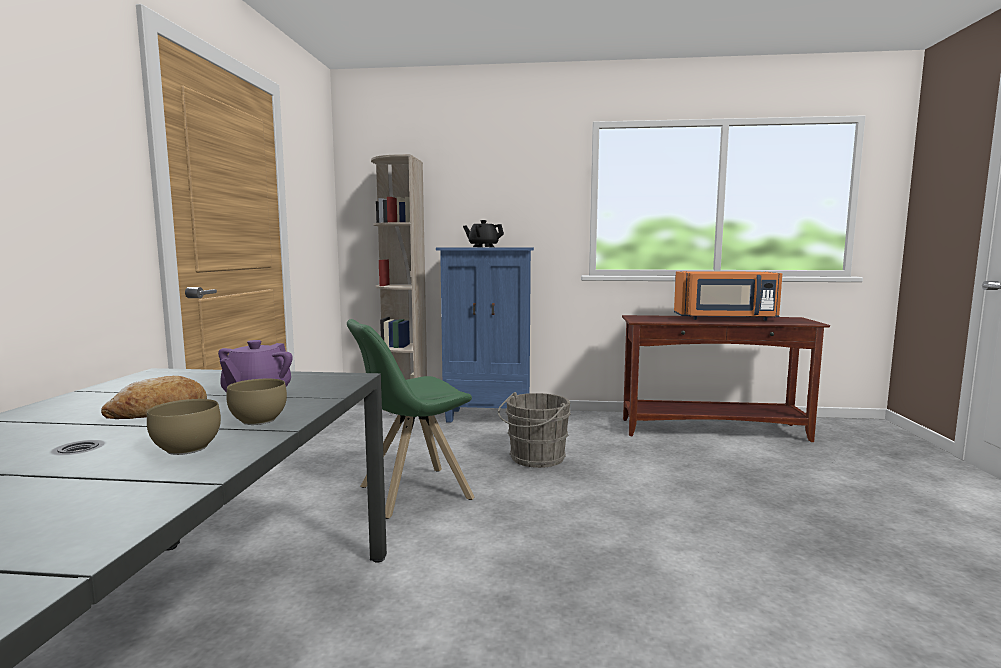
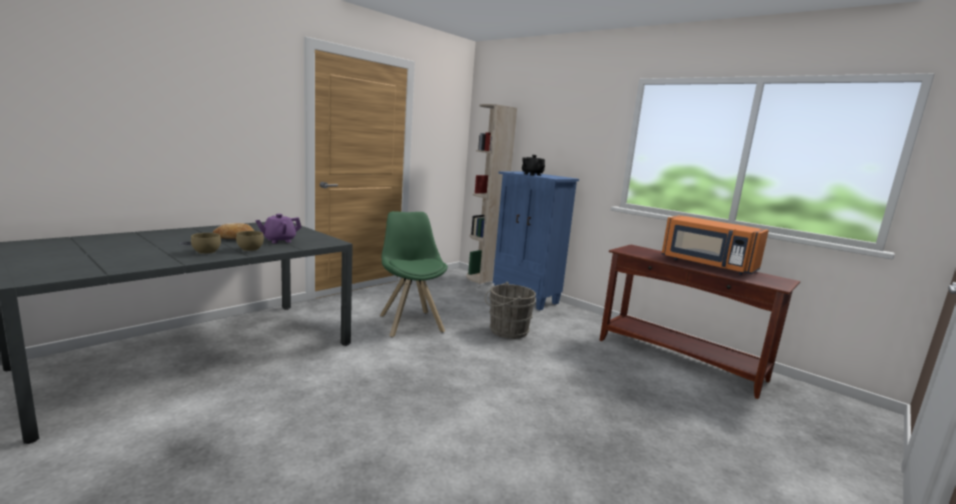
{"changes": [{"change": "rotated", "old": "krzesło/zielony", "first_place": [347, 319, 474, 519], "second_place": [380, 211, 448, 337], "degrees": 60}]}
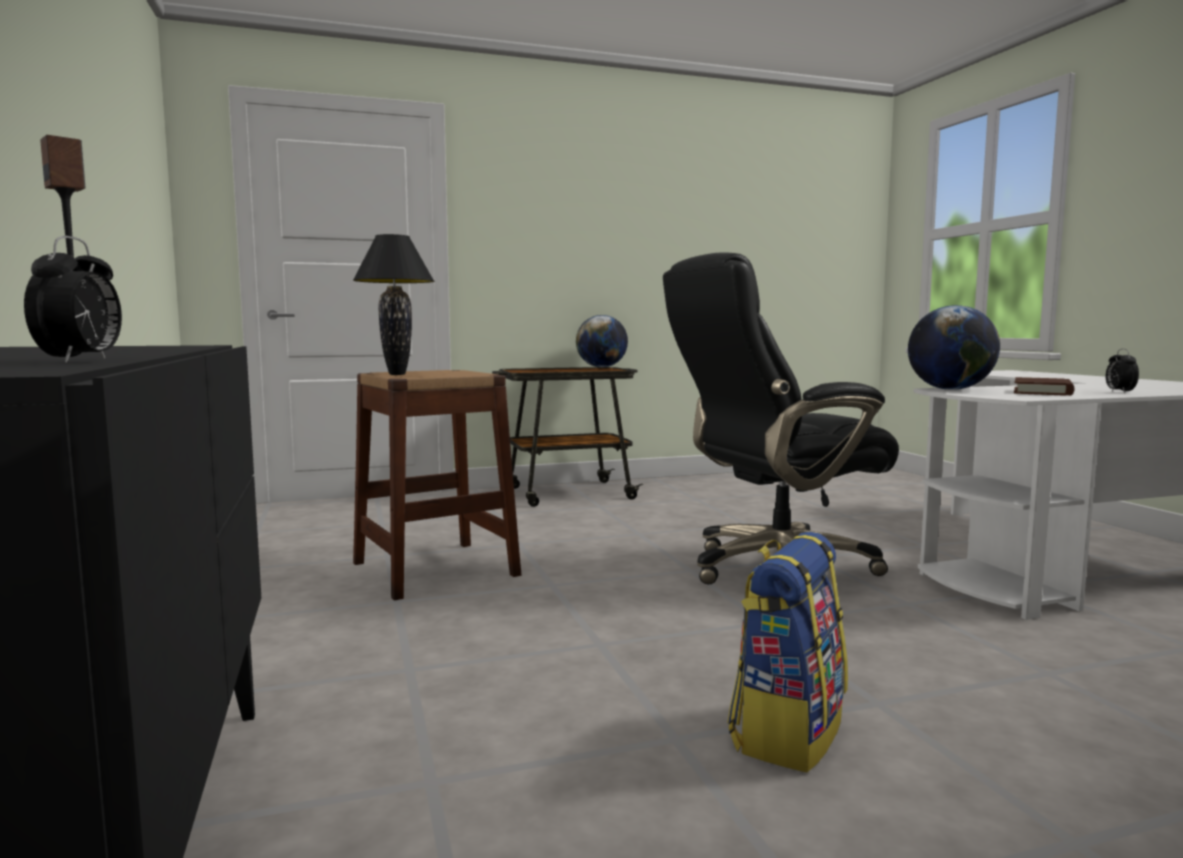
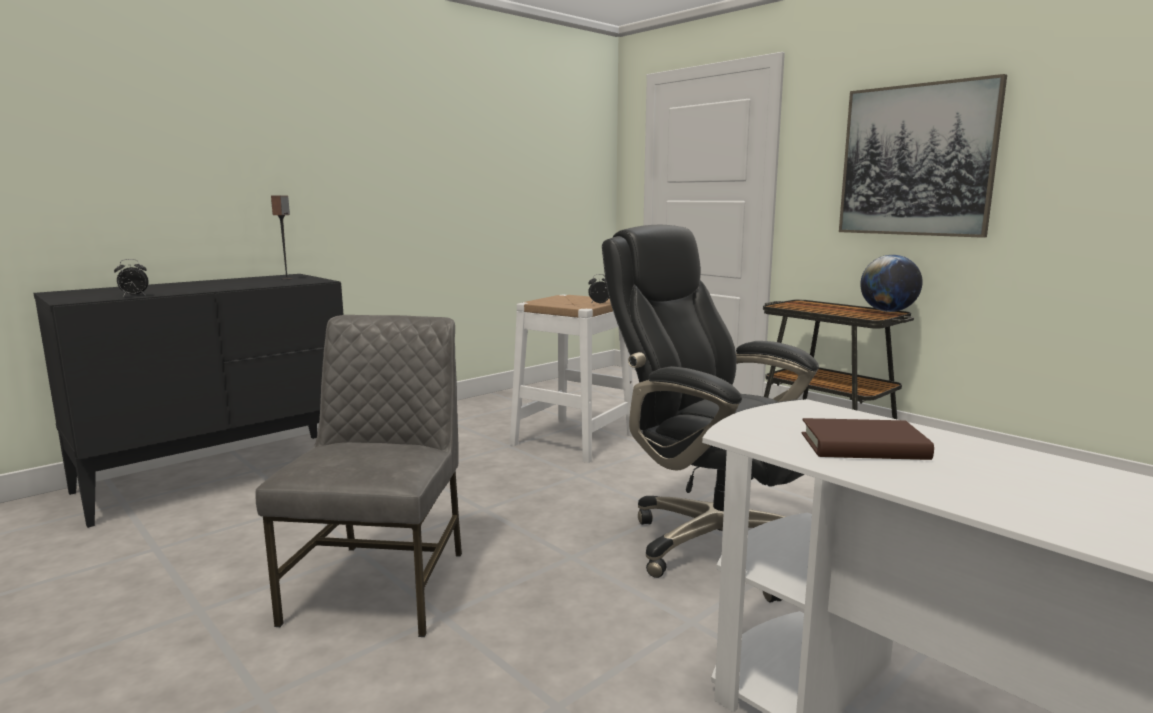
{"changes": [{"change": "gone", "old": "lampa stołowa/czarny", "first_place": [353, 234, 434, 375]}, {"change": "repainted", "old": "stołek/brązowy", "new": "stołek/biały", "first_place": [353, 370, 521, 600], "second_place": [509, 294, 633, 463]}, {"change": "swapped", "old": "plecak", "new": "krzesło/szary", "first_place": [727, 532, 848, 773], "second_place": [255, 315, 462, 637]}, {"change": "gone", "old": "globus", "first_place": [908, 305, 1000, 390]}, {"change": "shifted", "old": "budzik", "first_place": [1106, 349, 1139, 393], "second_place": [588, 274, 609, 303]}, {"change": "new", "new": "obraz", "second_place": [839, 74, 1007, 238]}]}
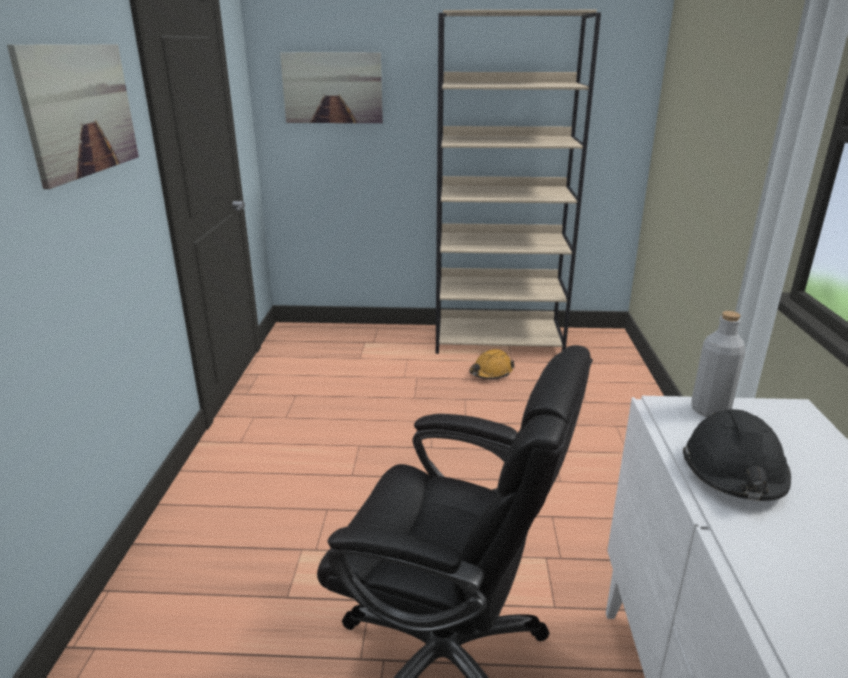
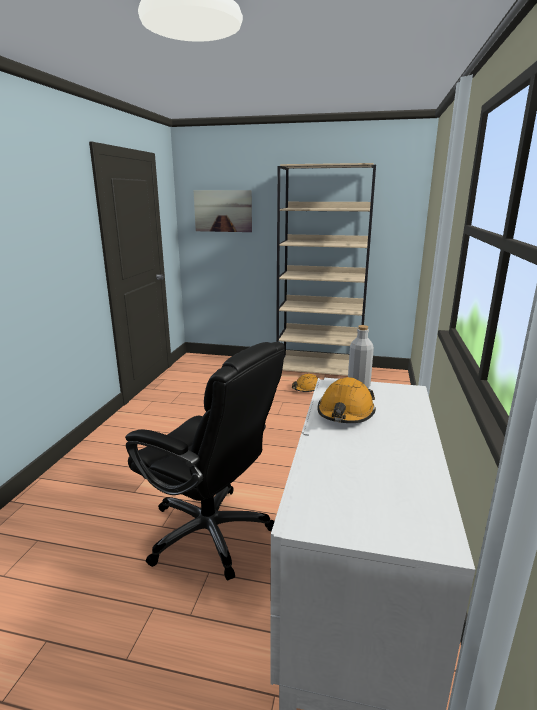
{"changes": [{"change": "gone", "old": "obraz", "first_place": [7, 44, 139, 189]}, {"change": "repainted", "old": "kask/czarny", "new": "kask/pomarańczowy", "first_place": [683, 409, 791, 501], "second_place": [317, 377, 376, 423]}]}
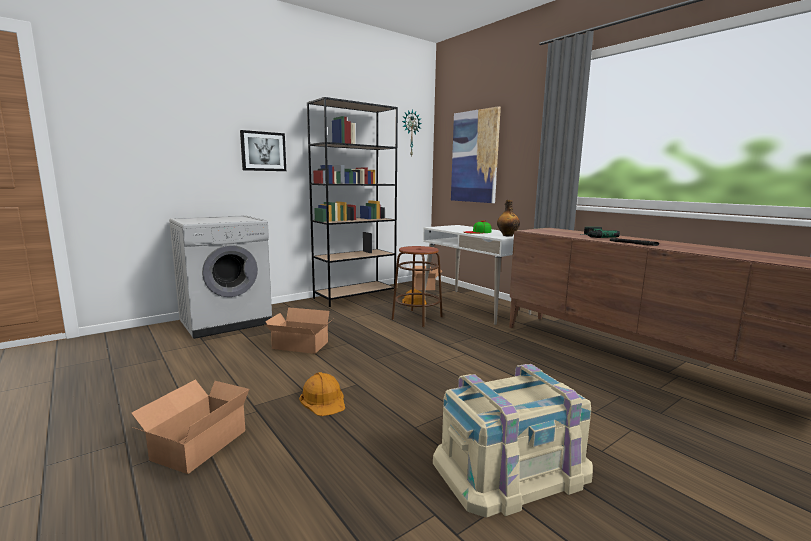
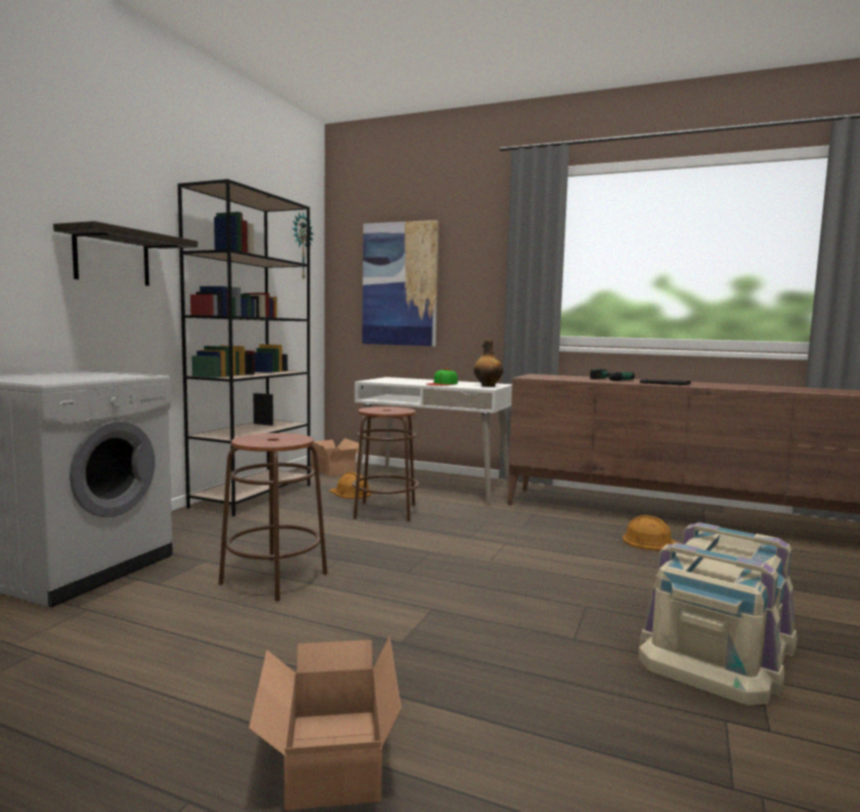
{"changes": [{"change": "swapped", "old": "obraz", "new": "półka", "first_place": [240, 130, 286, 171], "second_place": [53, 221, 198, 286]}, {"change": "swapped", "old": "karton", "new": "stołek/brązowy", "first_place": [265, 307, 333, 354], "second_place": [219, 433, 327, 601]}, {"change": "shifted", "old": "kask/pomarańczowy", "first_place": [299, 372, 345, 416], "second_place": [622, 515, 679, 551]}]}
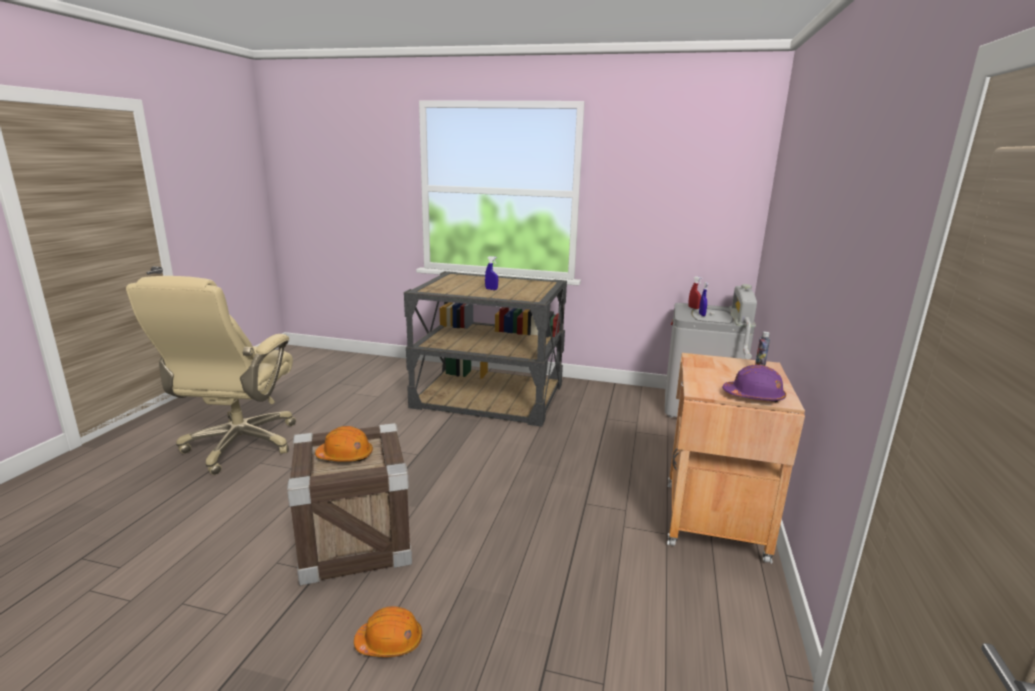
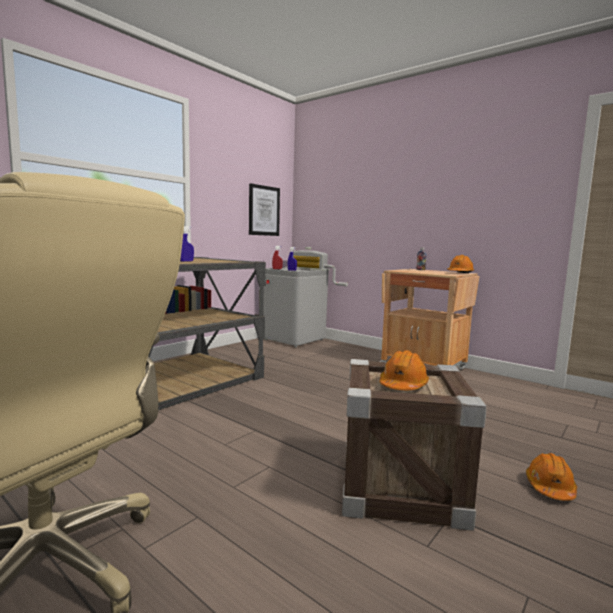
{"changes": [{"change": "repainted", "old": "kask/fioletowy", "new": "kask/pomarańczowy", "first_place": [722, 365, 786, 402], "second_place": [447, 255, 475, 273]}, {"change": "new", "new": "obraz", "second_place": [249, 183, 280, 236]}]}
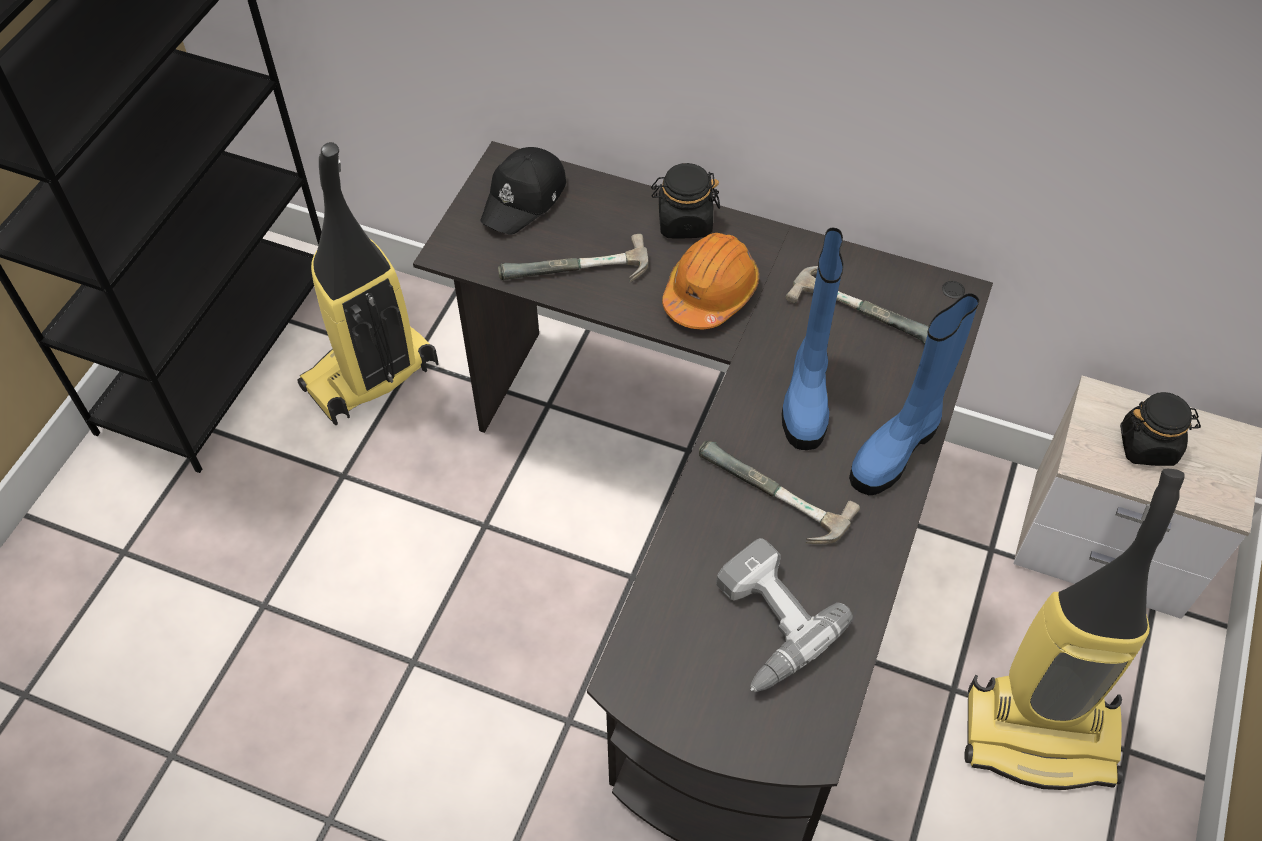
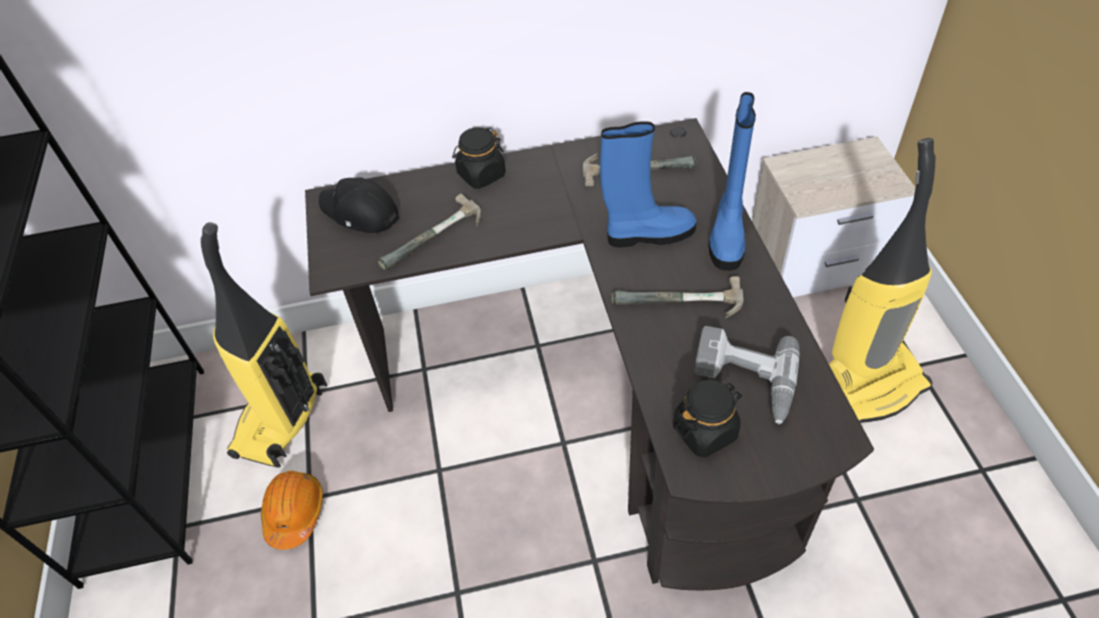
{"changes": [{"change": "rotated", "old": "czapka z daszkiem/czarny", "first_place": [480, 147, 566, 235], "second_place": [319, 178, 399, 233], "degrees": 120}, {"change": "shifted", "old": "kask/pomarańczowy", "first_place": [662, 233, 759, 329], "second_place": [261, 471, 323, 550]}, {"change": "rotated", "old": "but z cholewką/niebieski", "first_place": [782, 228, 844, 450], "second_place": [600, 122, 697, 247], "degrees": -75}, {"change": "shifted", "old": "słoik/czarny", "first_place": [1120, 392, 1201, 466], "second_place": [673, 380, 742, 458]}]}
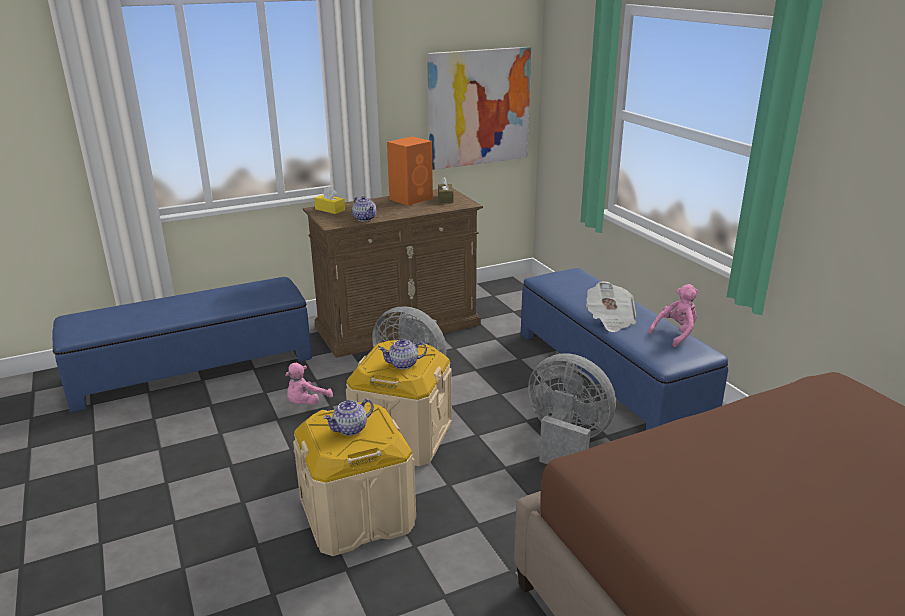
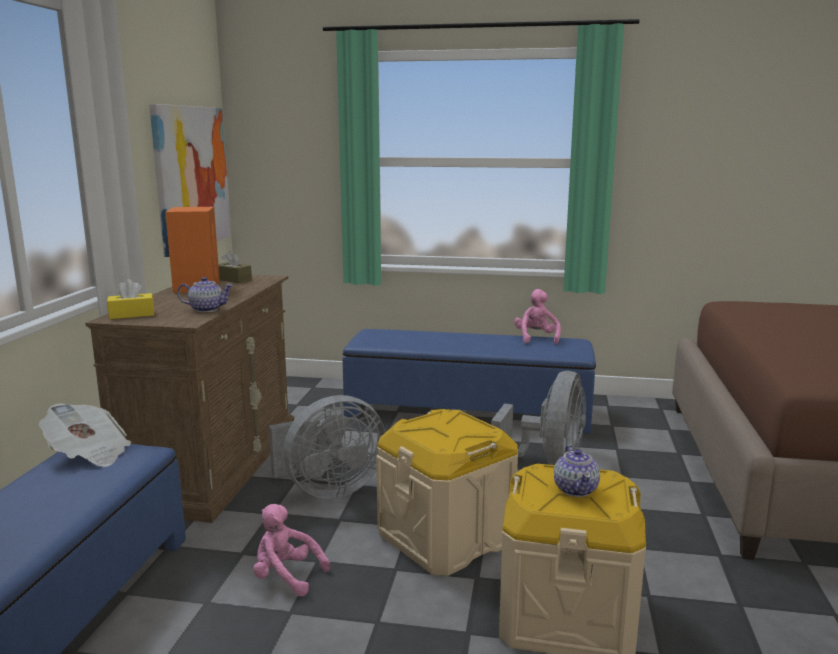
{"changes": [{"change": "rotated", "old": "pluszak/różowy", "first_place": [285, 362, 333, 405], "second_place": [253, 504, 330, 596], "degrees": 135}, {"change": "gone", "old": "imbryk", "first_place": [379, 339, 427, 369]}, {"change": "rotated", "old": "wentylator/szary", "first_place": [528, 353, 616, 464], "second_place": [491, 371, 586, 465], "degrees": 135}, {"change": "shifted", "old": "gazeta", "first_place": [586, 281, 636, 332], "second_place": [39, 403, 132, 467]}]}
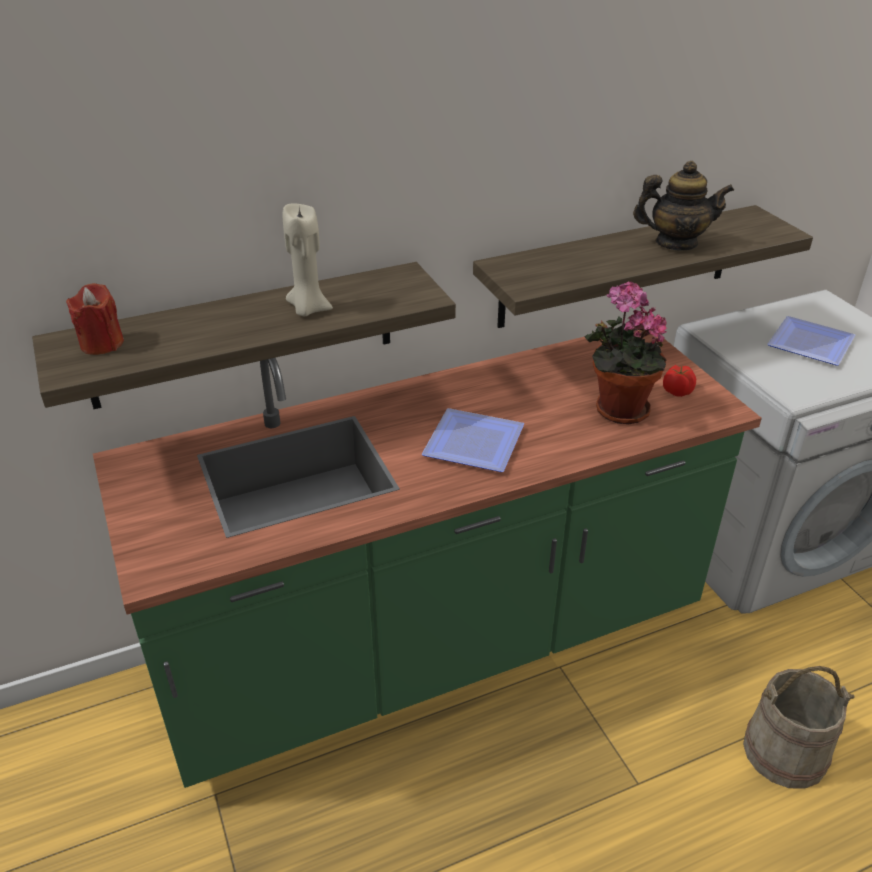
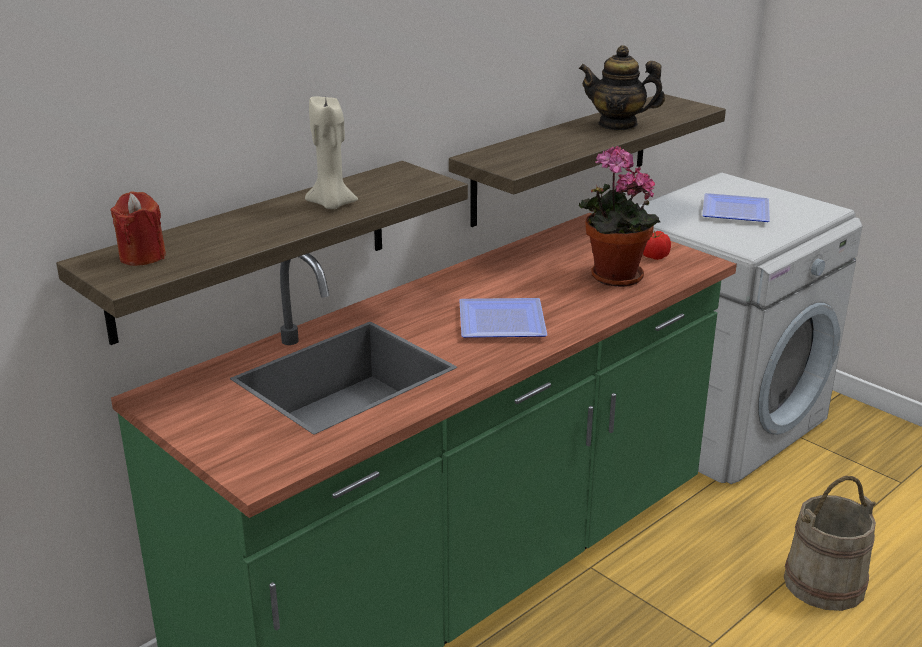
{"changes": [{"change": "rotated", "old": "imbryk", "first_place": [633, 161, 734, 250], "second_place": [579, 45, 665, 131], "degrees": -150}]}
